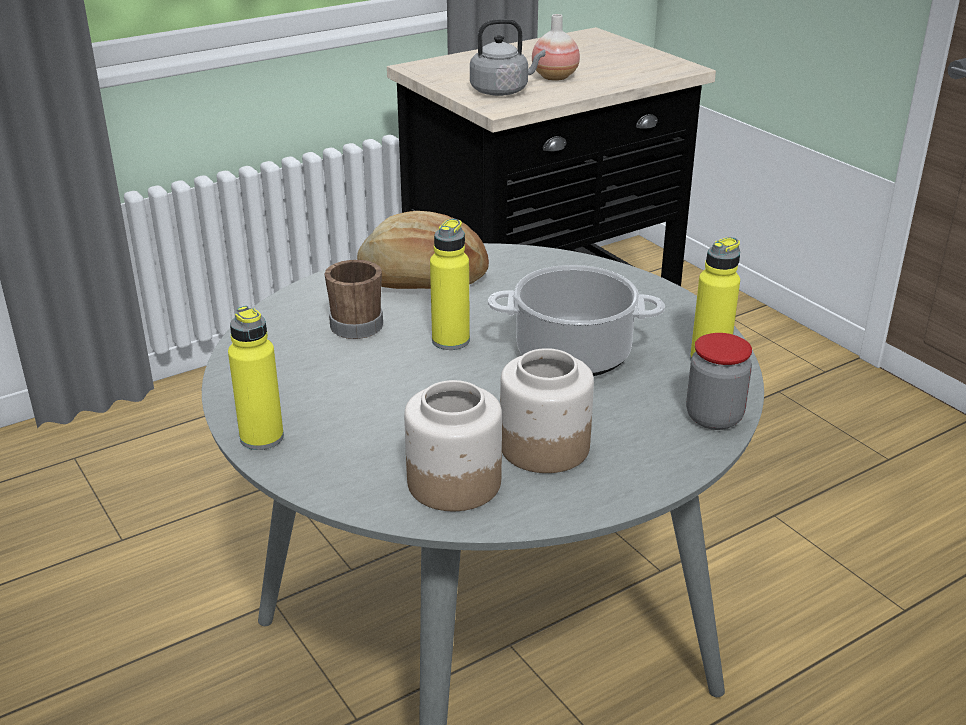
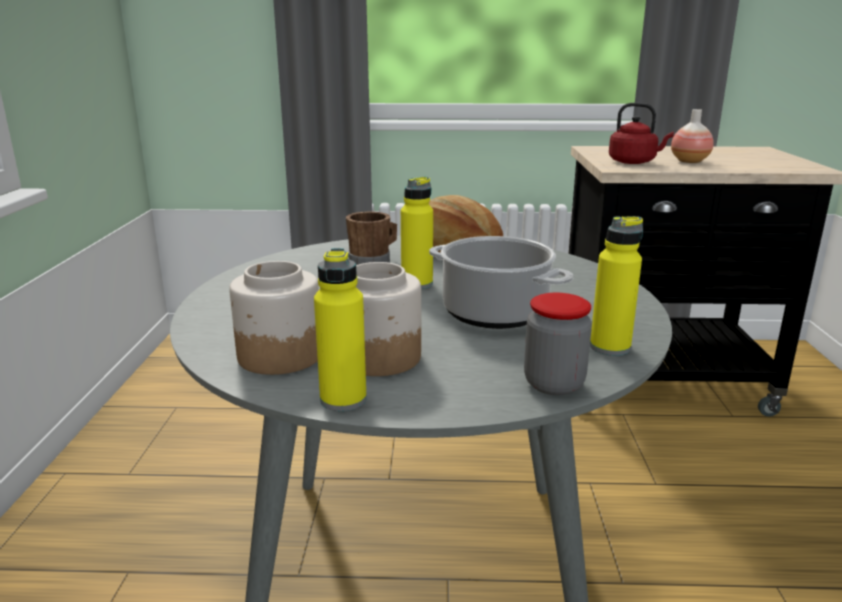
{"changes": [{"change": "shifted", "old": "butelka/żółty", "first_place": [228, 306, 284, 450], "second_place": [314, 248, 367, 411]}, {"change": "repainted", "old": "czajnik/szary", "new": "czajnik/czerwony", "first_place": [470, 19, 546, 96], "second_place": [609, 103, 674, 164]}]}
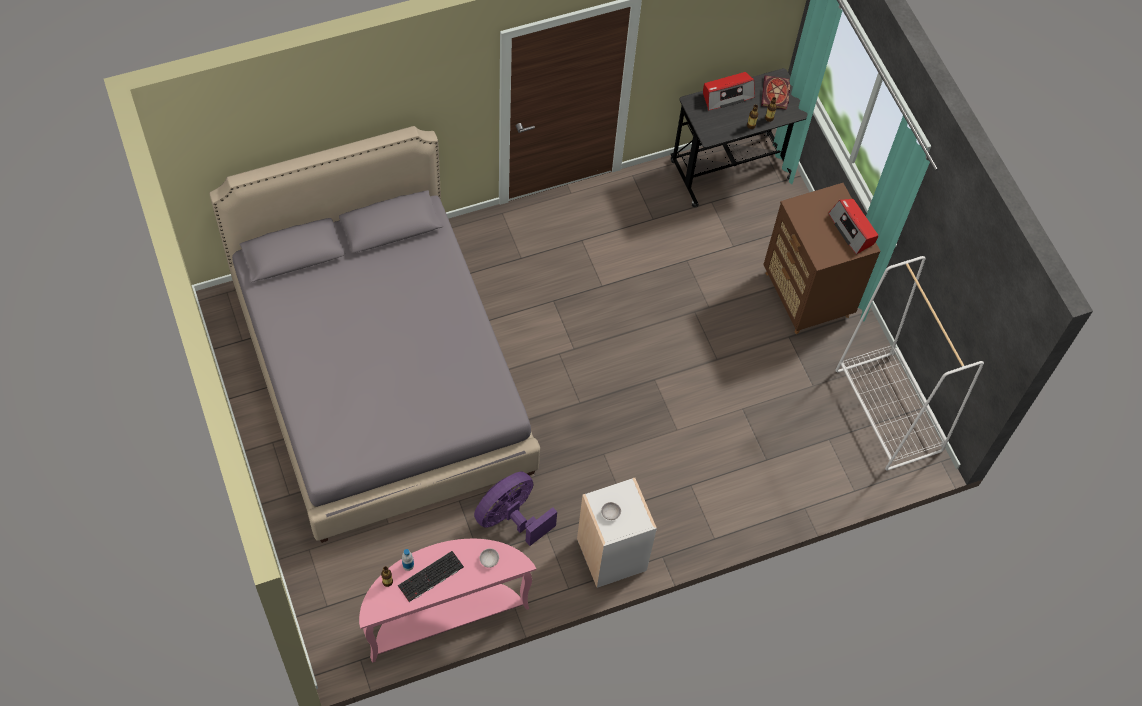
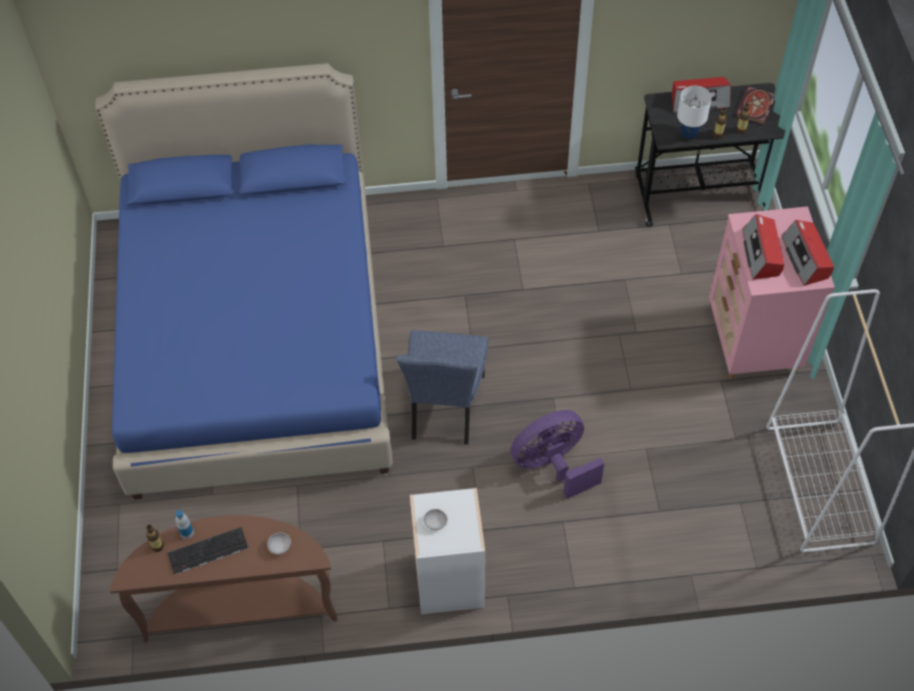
{"changes": [{"change": "repainted", "old": "łóżko/szary", "new": "łóżko/niebieski", "first_place": [209, 126, 540, 543], "second_place": [95, 63, 393, 500]}, {"change": "repainted", "old": "stolik konsolowy/różowy", "new": "stolik konsolowy/brązowy", "first_place": [359, 539, 536, 663], "second_place": [110, 515, 337, 643]}, {"change": "shifted", "old": "wentylator/fioletowy", "first_place": [474, 472, 557, 546], "second_place": [511, 410, 604, 499]}, {"change": "repainted", "old": "komoda/brązowy", "new": "komoda/różowy", "first_place": [763, 183, 881, 334], "second_place": [709, 206, 835, 379]}, {"change": "new", "new": "krzesło/niebieski", "second_place": [396, 330, 488, 445]}, {"change": "new", "new": "lampa stołowa/biały", "second_place": [677, 86, 712, 139]}, {"change": "new", "new": "radio", "second_place": [743, 214, 784, 280]}]}
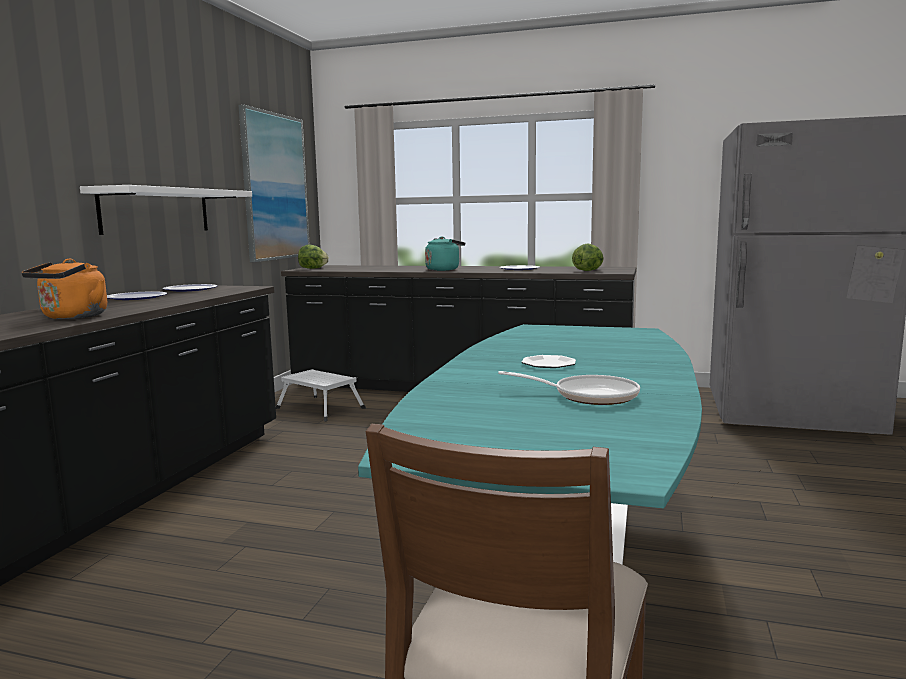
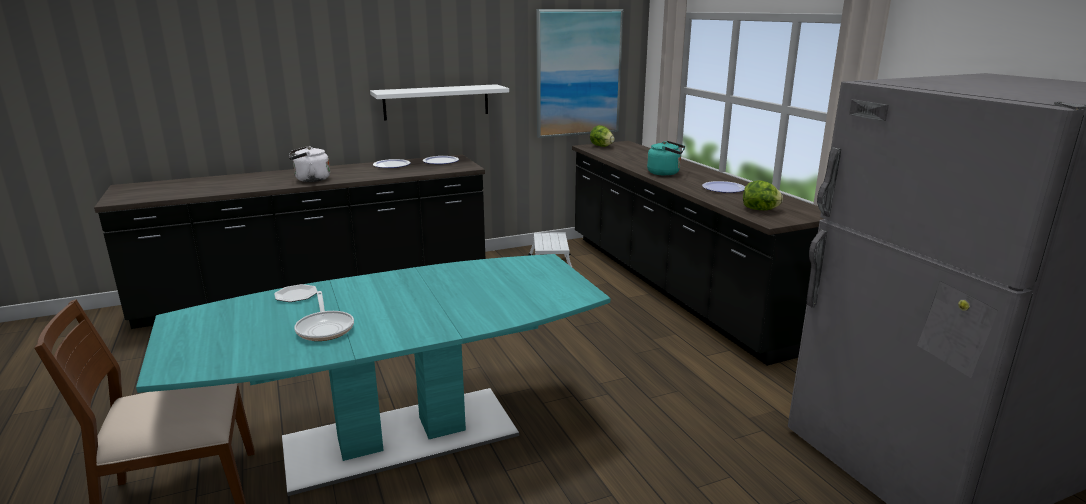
{"changes": [{"change": "repainted", "old": "czajnik/pomarańczowy", "new": "czajnik/biały", "first_place": [21, 259, 107, 319], "second_place": [289, 146, 330, 182]}, {"change": "shifted", "old": "talerz", "first_place": [521, 355, 576, 368], "second_place": [274, 284, 318, 302]}]}
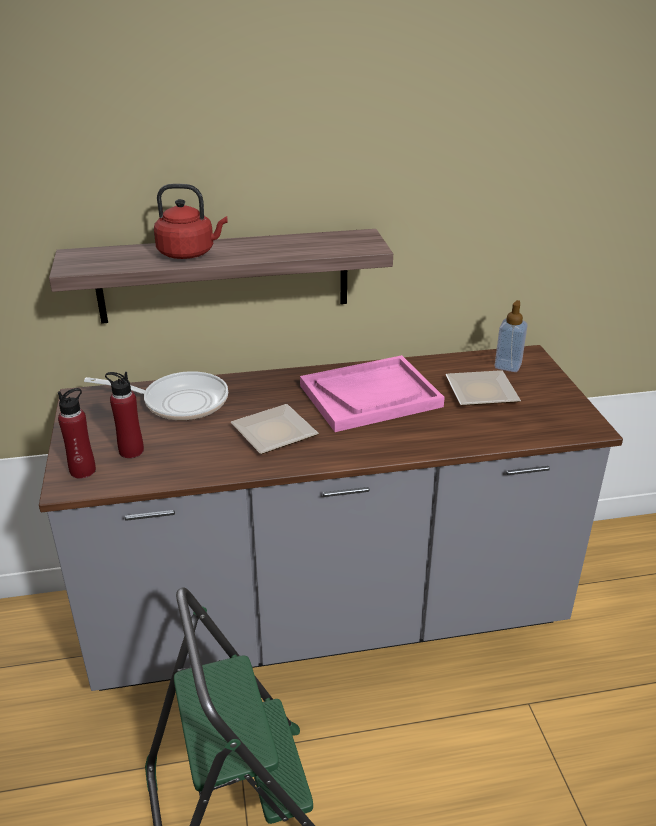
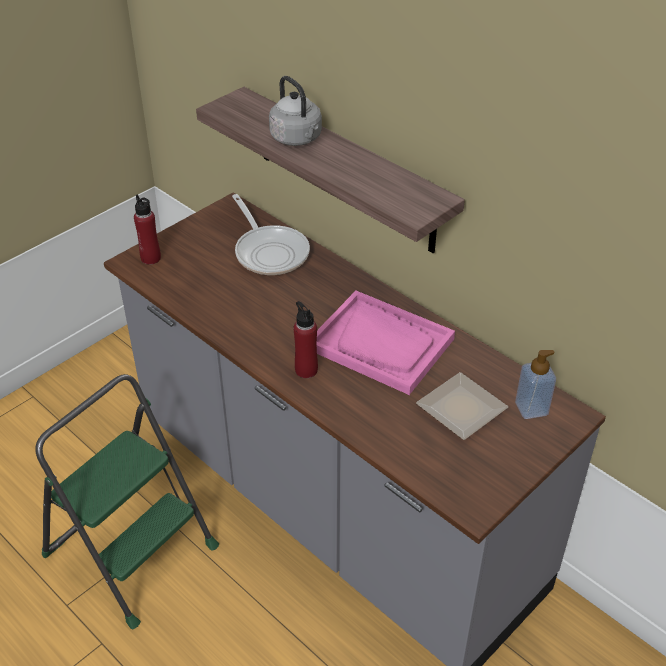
{"changes": [{"change": "shifted", "old": "butelka/czerwony", "first_place": [105, 372, 144, 458], "second_place": [294, 301, 318, 378]}, {"change": "repainted", "old": "czajnik/czerwony", "new": "czajnik/szary", "first_place": [154, 184, 228, 259], "second_place": [269, 76, 322, 146]}, {"change": "gone", "old": "talerz", "first_place": [231, 404, 319, 454]}]}
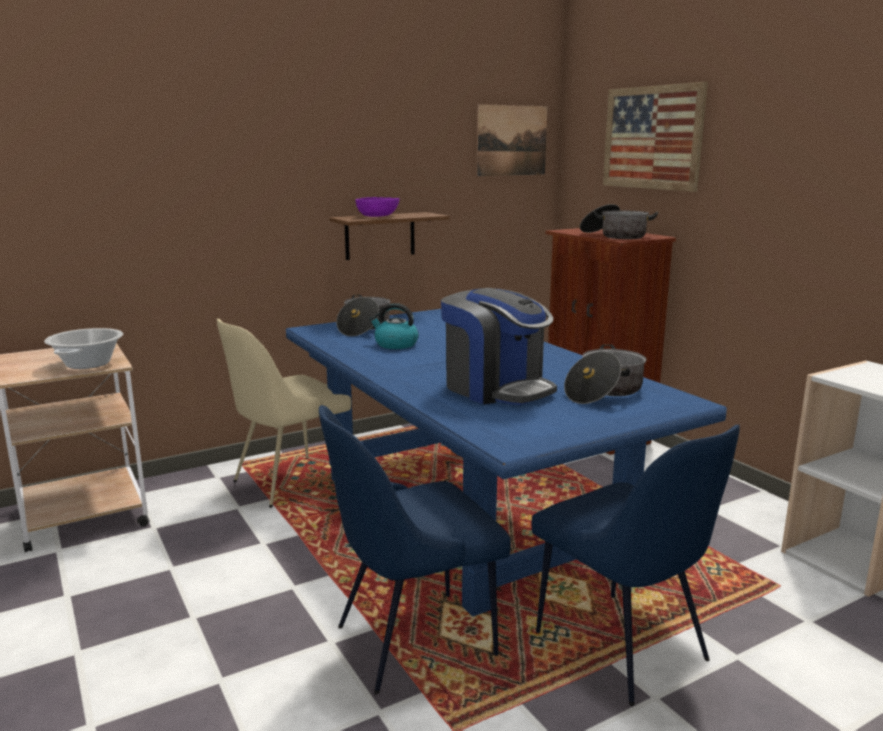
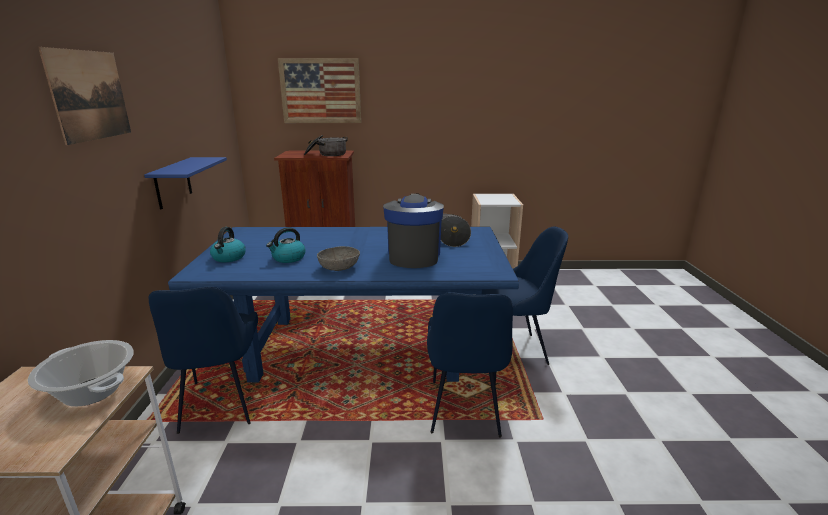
{"changes": [{"change": "repainted", "old": "krzesło/beżowy", "new": "krzesło/niebieski", "first_place": [217, 319, 351, 508], "second_place": [149, 287, 258, 434]}, {"change": "repainted", "old": "półka/brązowy", "new": "półka/niebieski", "first_place": [329, 212, 449, 260], "second_place": [144, 157, 227, 210]}, {"change": "swapped", "old": "garnek", "new": "czajnik", "first_place": [336, 294, 391, 336], "second_place": [210, 227, 246, 262]}, {"change": "gone", "old": "miska/fioletowy", "first_place": [355, 197, 400, 217]}, {"change": "rotated", "old": "ekspres do kawy", "first_place": [441, 288, 557, 405], "second_place": [383, 194, 444, 268], "degrees": -75}, {"change": "shifted", "old": "obraz", "first_place": [477, 104, 547, 176], "second_place": [38, 47, 131, 145]}, {"change": "new", "new": "miska/szary", "second_place": [317, 246, 360, 271]}]}
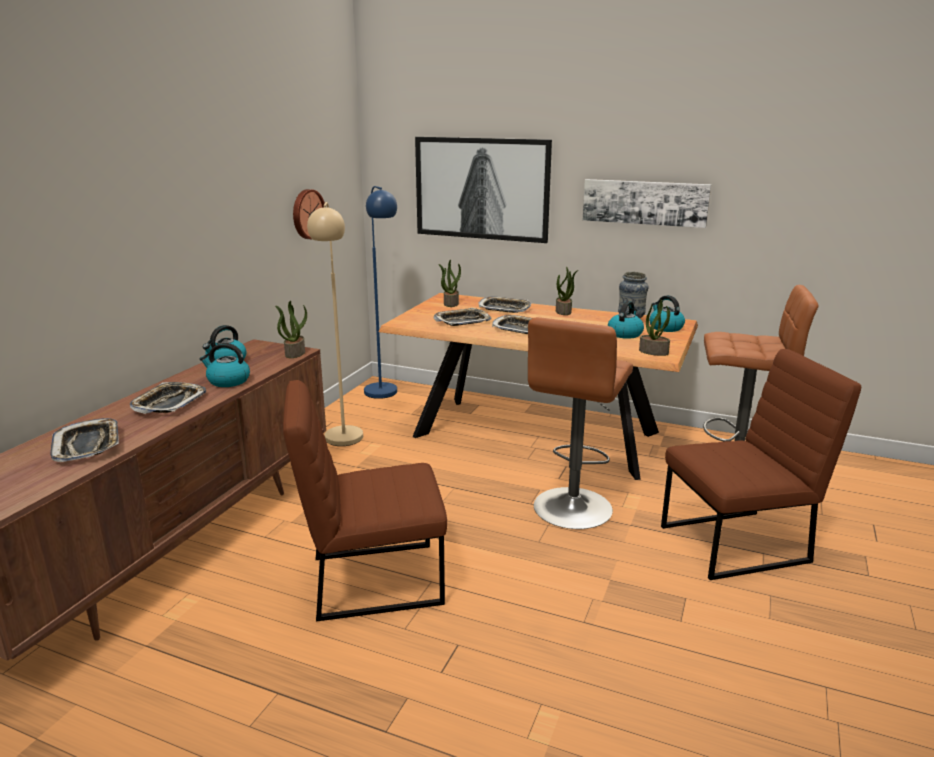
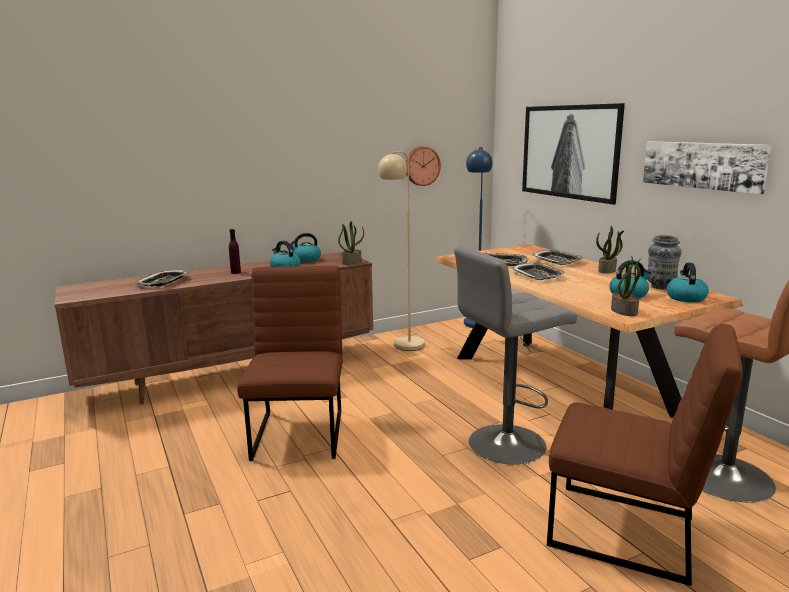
{"changes": [{"change": "swapped", "old": "taca", "new": "butelka/fioletowy", "first_place": [130, 382, 206, 414], "second_place": [229, 229, 241, 274]}, {"change": "rotated", "old": "krzesło/brązowy", "first_place": [283, 380, 447, 621], "second_place": [237, 266, 343, 461], "degrees": 60}, {"change": "gone", "old": "roślina doniczkowa", "first_place": [438, 260, 461, 307]}, {"change": "repainted", "old": "stołek/brązowy", "new": "stołek/szary", "first_place": [528, 317, 633, 529], "second_place": [454, 247, 577, 464]}]}
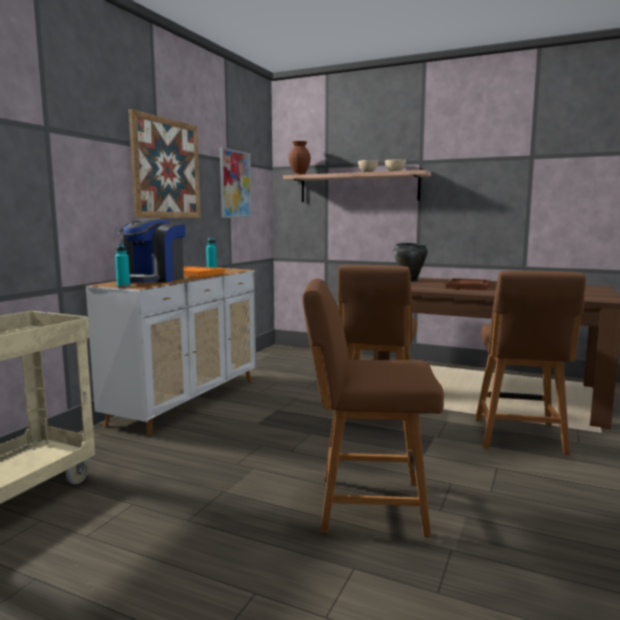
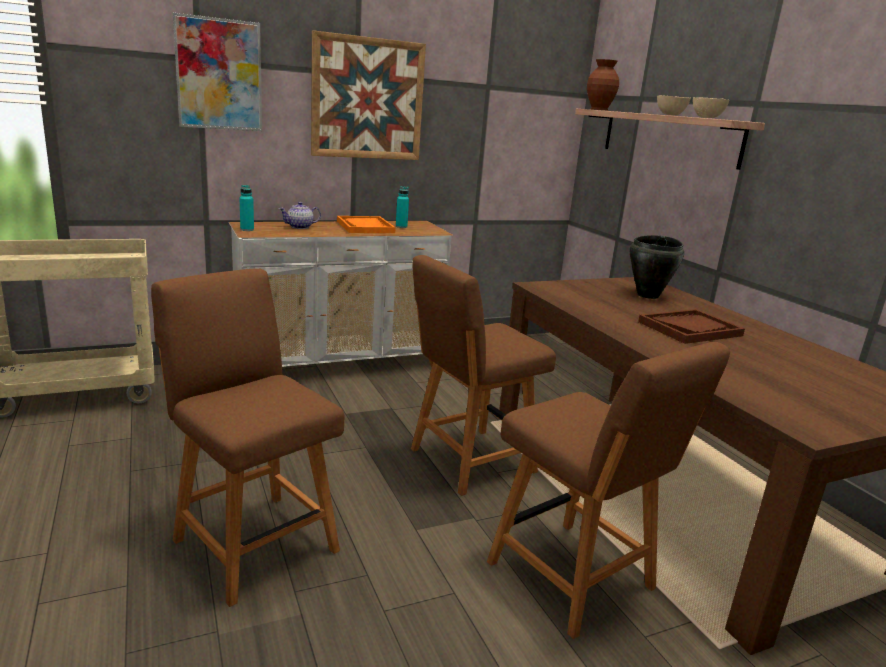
{"changes": [{"change": "swapped", "old": "ekspres do kawy", "new": "imbryk", "first_place": [118, 218, 185, 283], "second_place": [279, 202, 321, 229]}, {"change": "shifted", "old": "obraz", "first_place": [220, 147, 251, 218], "second_place": [173, 13, 262, 131]}, {"change": "rotated", "old": "krzesło/brązowy", "first_place": [475, 271, 586, 455], "second_place": [487, 342, 730, 639], "degrees": -90}]}
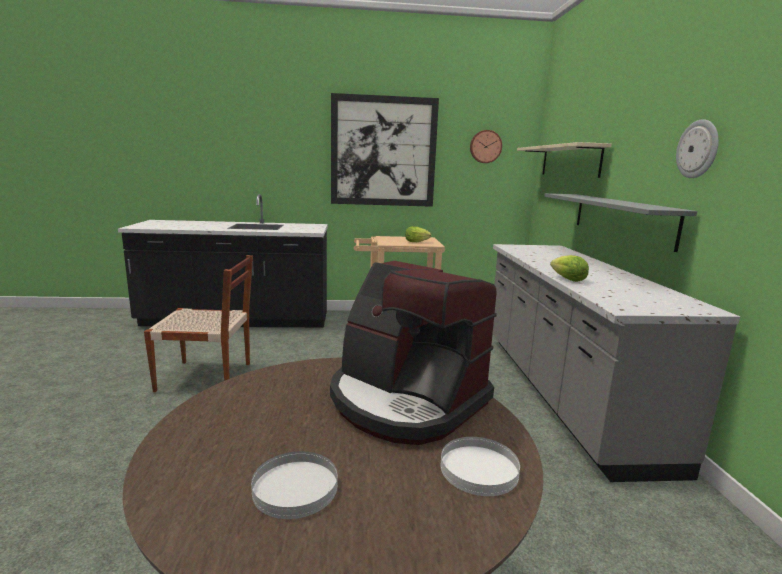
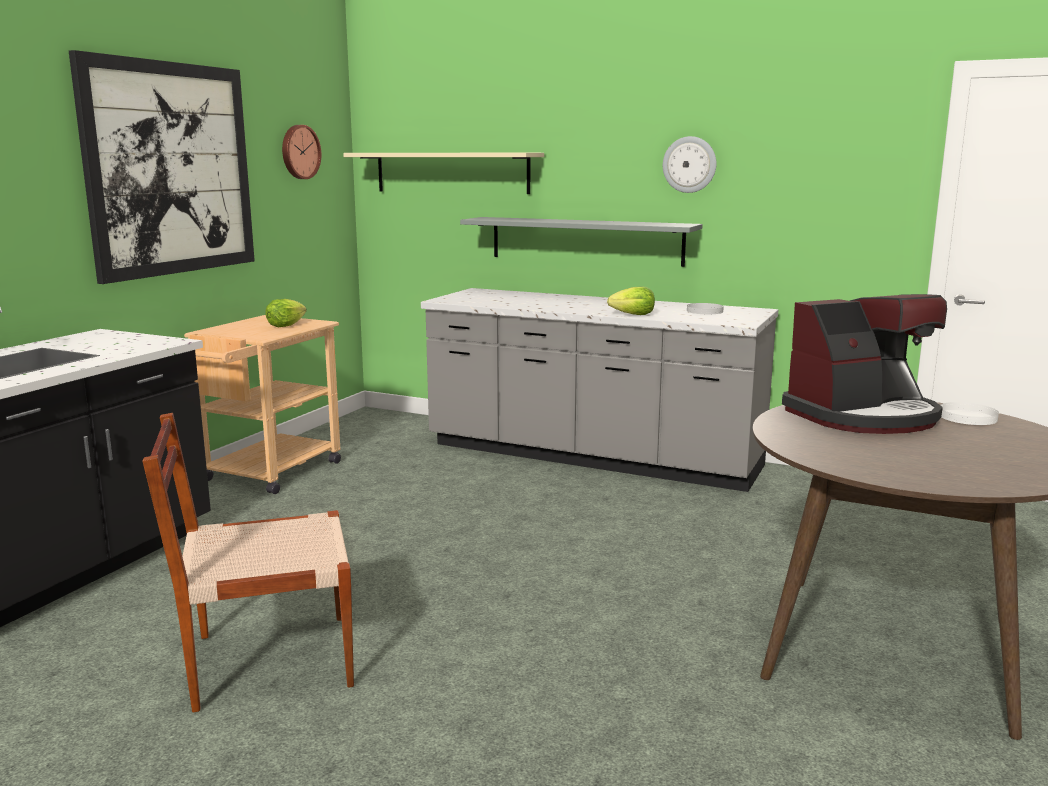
{"changes": [{"change": "rotated", "old": "krzesło", "first_place": [144, 255, 253, 392], "second_place": [143, 413, 354, 712], "degrees": -135}, {"change": "shifted", "old": "talerz/biały", "first_place": [251, 451, 338, 519], "second_place": [687, 303, 724, 314]}]}
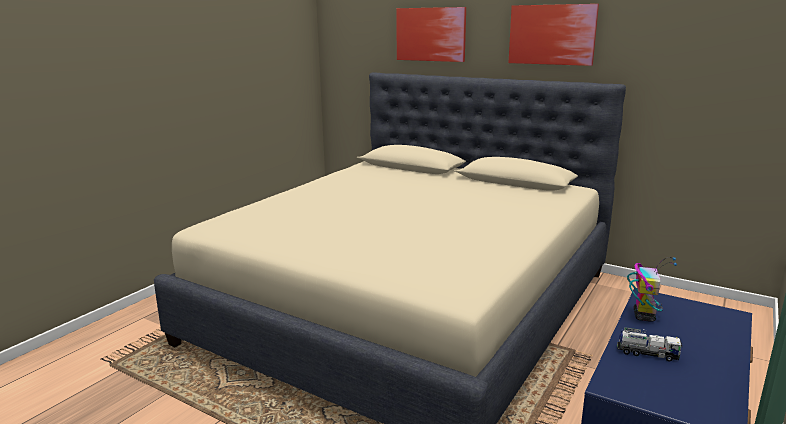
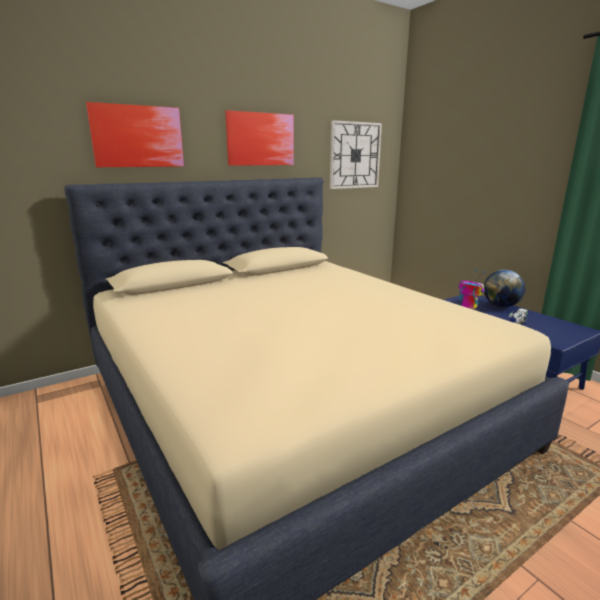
{"changes": [{"change": "new", "new": "zegar ścienny", "second_place": [330, 120, 382, 189]}, {"change": "new", "new": "globus", "second_place": [484, 270, 526, 307]}]}
